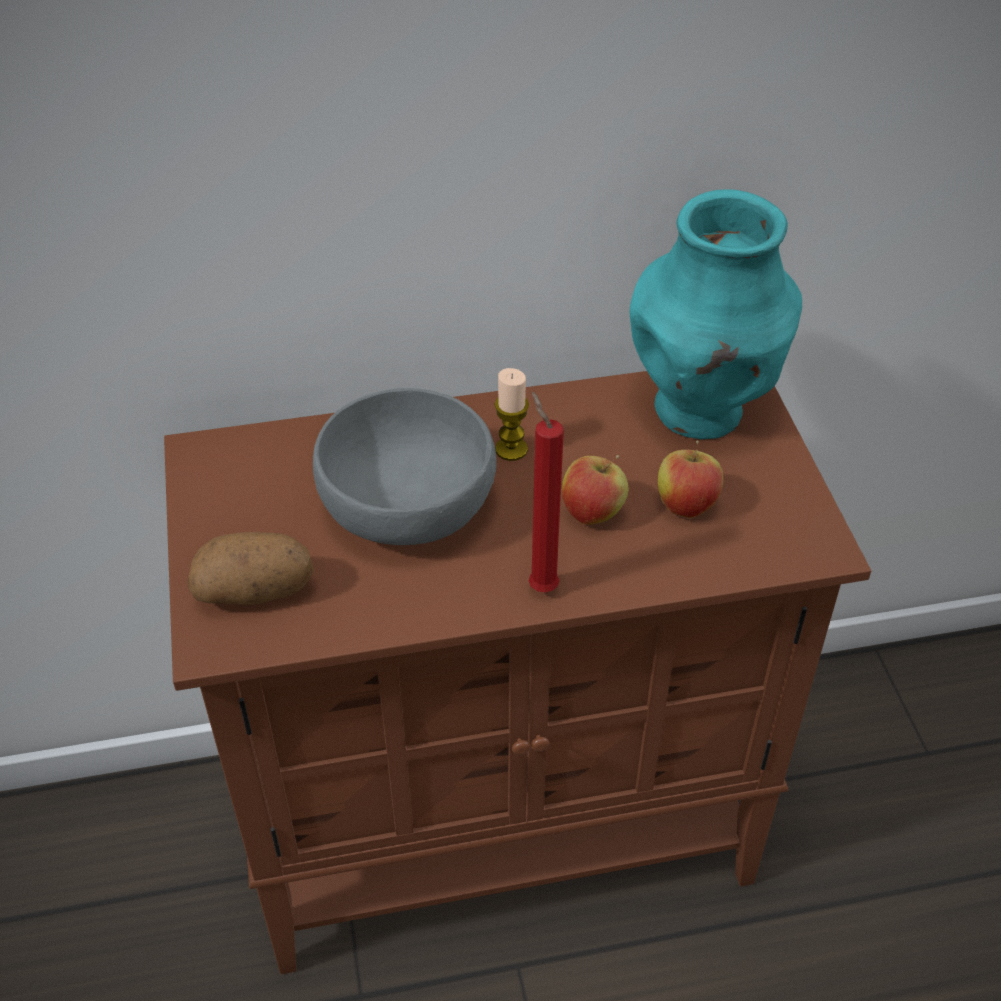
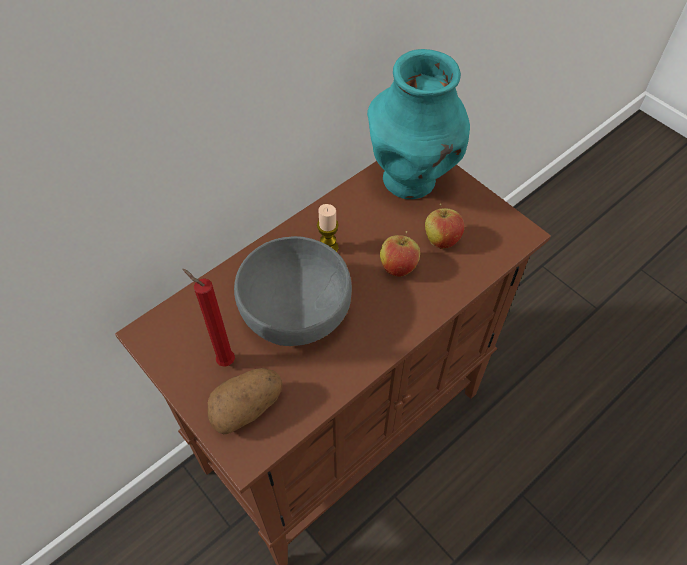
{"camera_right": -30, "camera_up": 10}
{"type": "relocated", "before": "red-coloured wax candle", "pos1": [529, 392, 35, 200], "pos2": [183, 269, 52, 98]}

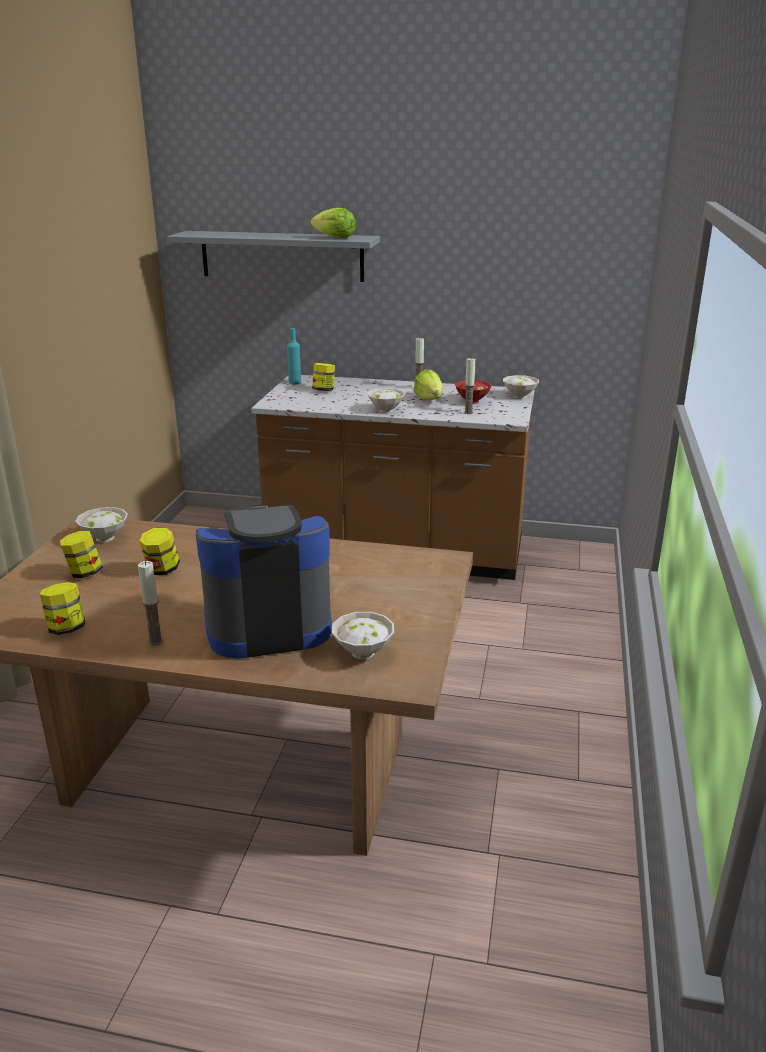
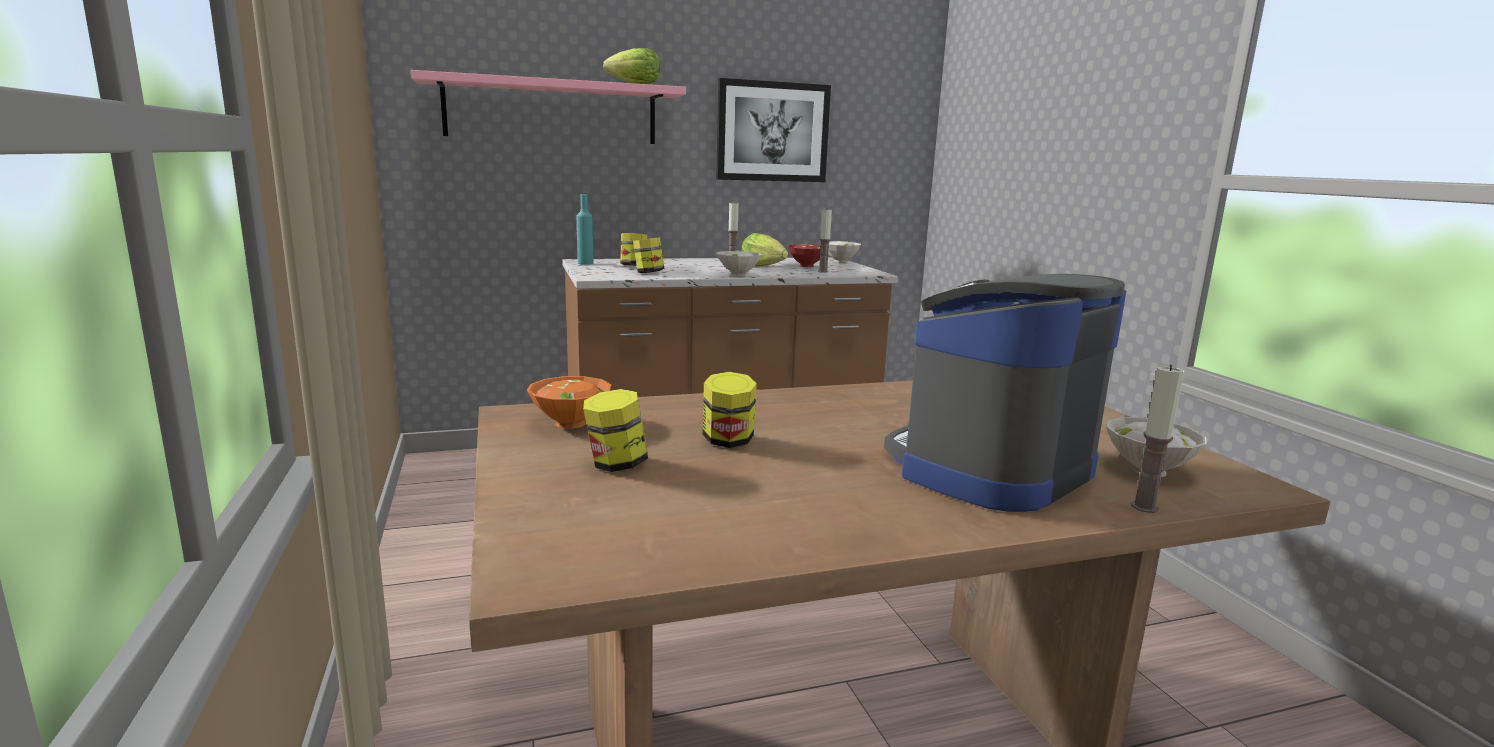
{"camera_right": -30, "camera_up": -10}
{"type": "appeared", "after": "picture", "pos2": [716, 78, 115, 104]}
{"type": "relocated", "before": "preserve jar", "pos1": [40, 582, 45, 53], "pos2": [633, 237, 32, 36]}
{"type": "relocated", "before": "wax candle", "pos1": [138, 561, 26, 85], "pos2": [1131, 364, 53, 149]}
{"type": "colour", "before": "white serving bowl", "after": "orange serving bowl", "pos1": [76, 507, 52, 35], "pos2": [527, 376, 84, 53]}
{"type": "colour", "before": "greyish bracket shelf", "after": "pink bracket shelf", "pos1": [167, 231, 213, 51], "pos2": [411, 70, 275, 74]}

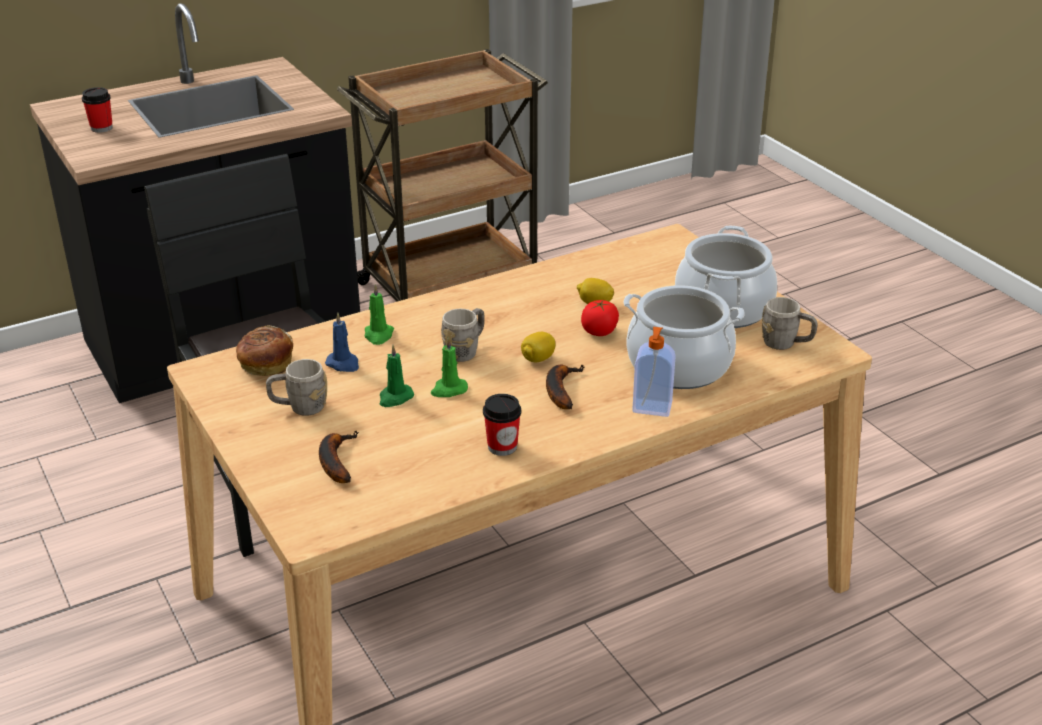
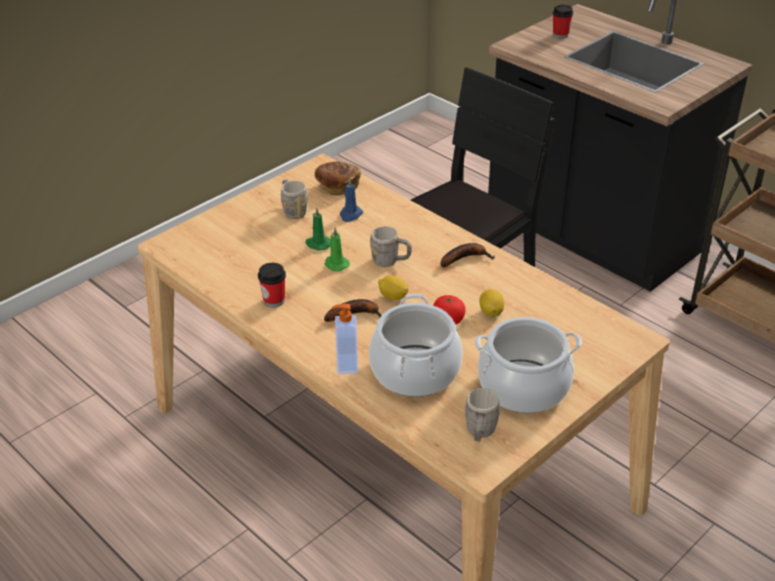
{"camera_right": 75, "camera_up": 5}
{"type": "missing", "before": "green wax candle", "pos1": [365, 284, 29, 61]}
{"type": "relocated", "before": "banana", "pos1": [319, 430, 40, 53], "pos2": [440, 243, 55, 24]}

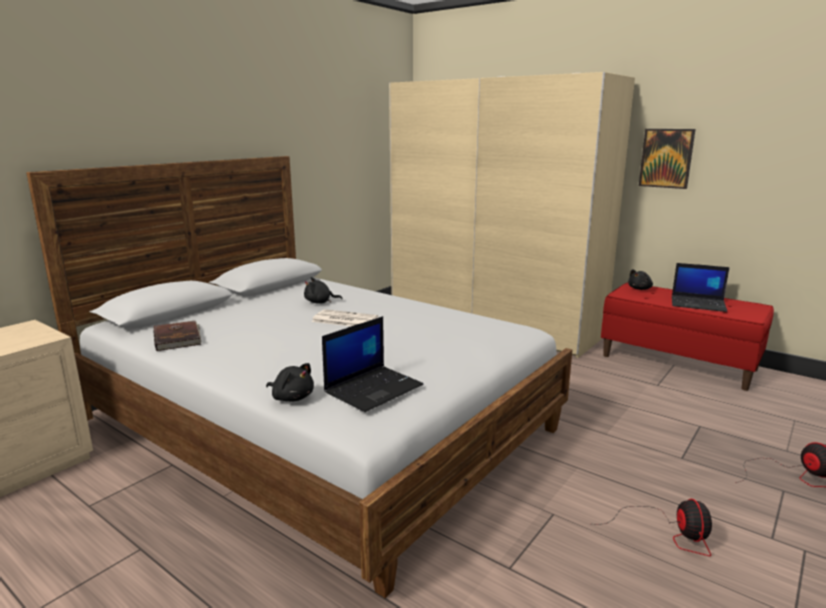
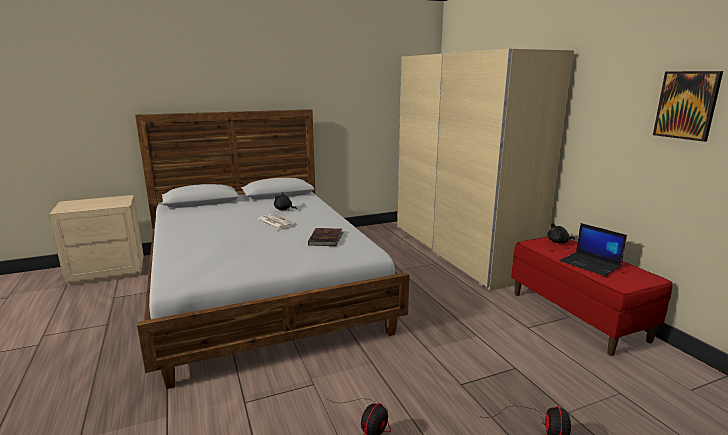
{"camera_right": 30, "camera_up": 0}
{"type": "missing", "before": "black-coloured soft toy", "pos1": [266, 363, 48, 39]}
{"type": "missing", "before": "notebook computer", "pos1": [322, 316, 101, 96]}
{"type": "relocated", "before": "brown-coloured book", "pos1": [153, 321, 48, 30], "pos2": [308, 228, 36, 18]}
{"type": "relocated", "before": "picture", "pos1": [639, 129, 57, 60], "pos2": [653, 71, 70, 71]}

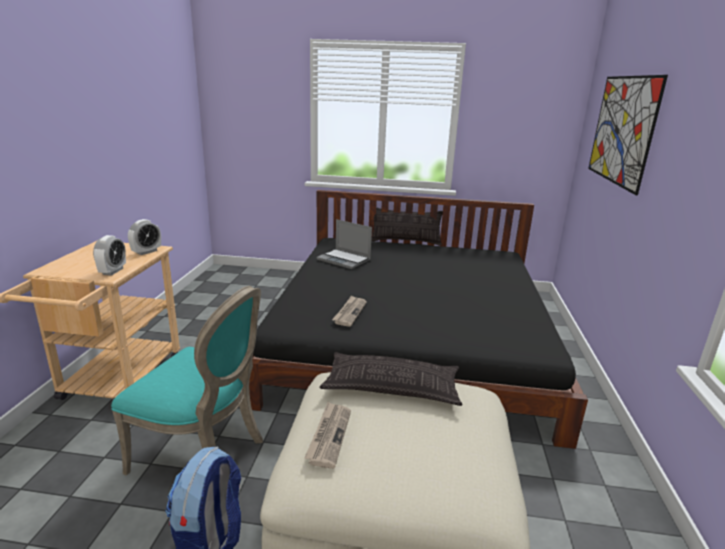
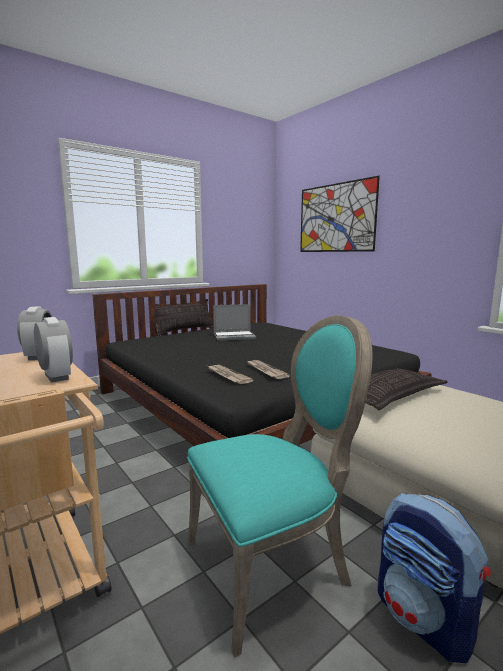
{"camera_right": -45, "camera_up": -10}
{"type": "relocated", "before": "daily paper", "pos1": [304, 402, 47, 67], "pos2": [208, 365, 46, 19]}
{"type": "relocated", "before": "notebook computer", "pos1": [317, 219, 55, 50], "pos2": [213, 304, 43, 37]}

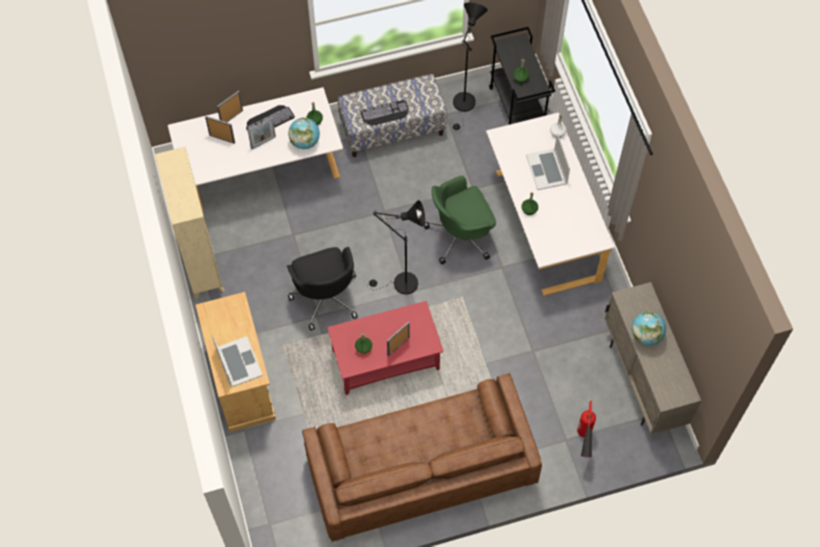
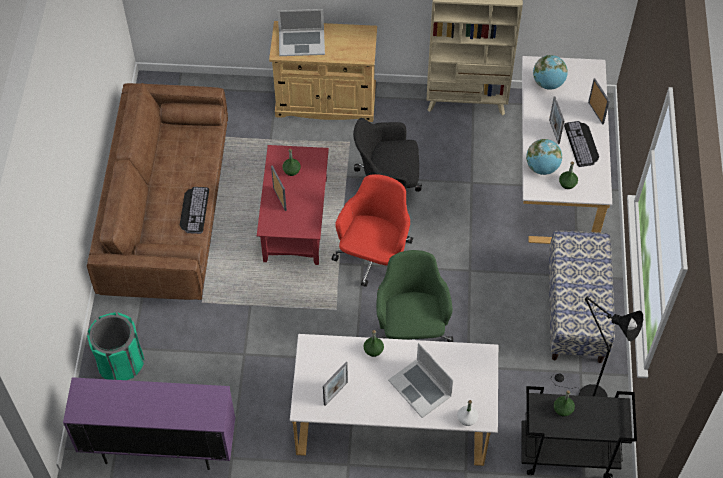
{"camera_right": 110, "camera_up": -5}
{"type": "relocated", "before": "picture frame", "pos1": [205, 116, 30, 28], "pos2": [323, 362, 25, 44]}
{"type": "relocated", "before": "keyboard", "pos1": [360, 100, 49, 26], "pos2": [180, 187, 29, 47]}
{"type": "relocated", "before": "globe", "pos1": [632, 311, 34, 34], "pos2": [533, 55, 35, 35]}
{"type": "exchanged", "before": "black-coloured standing lamp", "after": "red-coloured office chair", "pos1": [367, 200, 58, 95], "pos2": [332, 174, 81, 113]}
{"type": "exchanged", "before": "fire extinguisher", "after": "green waste bin", "pos1": [577, 400, 19, 57], "pos2": [87, 312, 57, 68]}
{"type": "colour", "before": "beige-coloured storage cabinet", "after": "purple-coloured storage cabinet", "pos1": [604, 282, 97, 153], "pos2": [63, 377, 172, 93]}
{"type": "spun", "before": "notebook computer", "pos1": [526, 133, 44, 57], "pos2": [388, 343, 65, 75], "turn": -135}

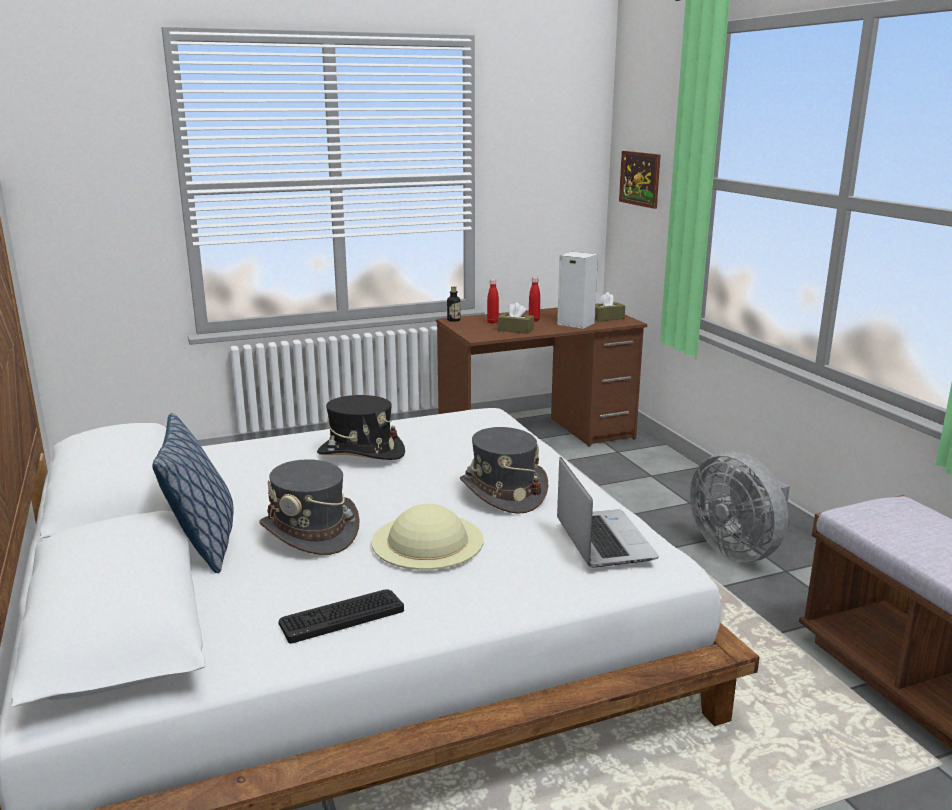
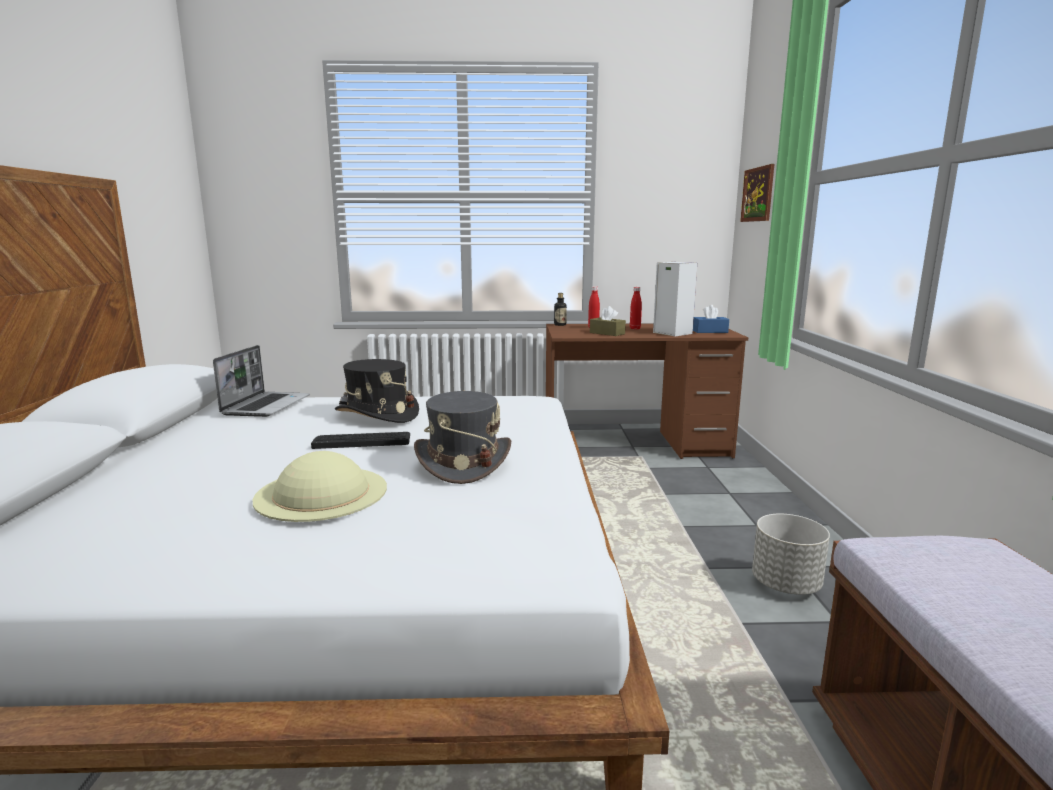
{"camera_right": 20, "camera_up": -5}
{"type": "missing", "before": "cushion", "pos1": [152, 413, 81, 160]}
{"type": "missing", "before": "greyish clothing hat", "pos1": [259, 459, 101, 96]}
{"type": "relocated", "before": "keyboard", "pos1": [278, 589, 126, 55], "pos2": [311, 432, 99, 17]}
{"type": "relocated", "before": "notebook computer", "pos1": [557, 457, 102, 111], "pos2": [213, 345, 97, 72]}
{"type": "exchanged", "before": "greyish cooling fan", "after": "greyish flower pot", "pos1": [690, 451, 100, 111], "pos2": [752, 514, 78, 81]}
{"type": "colour", "before": "brown-coloured tissue box", "after": "blue-coloured tissue box", "pos1": [595, 292, 30, 30], "pos2": [693, 305, 36, 28]}

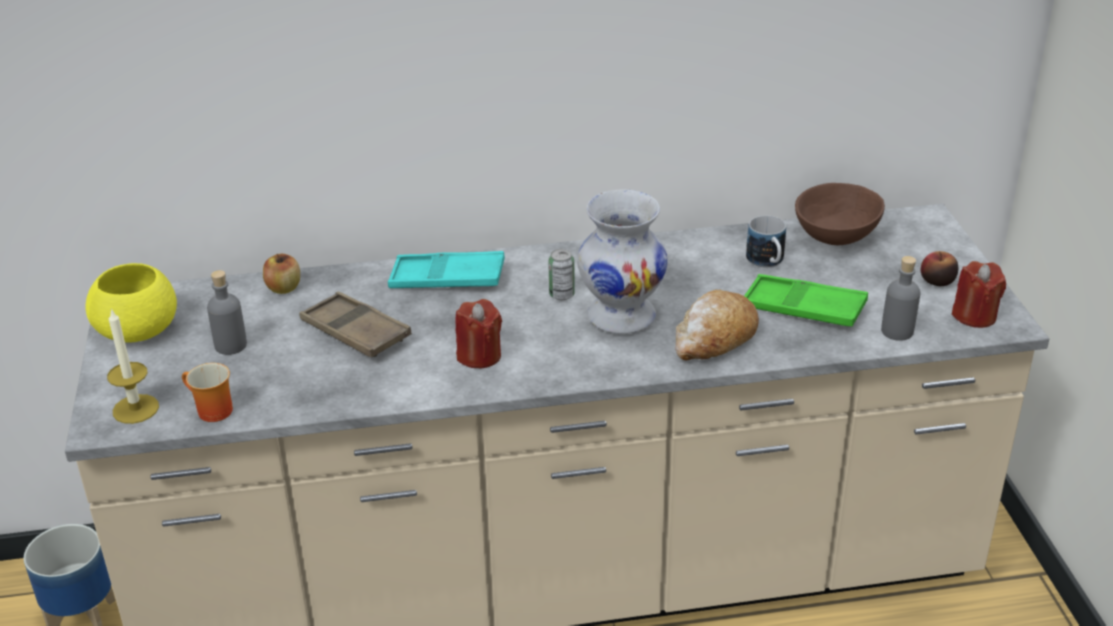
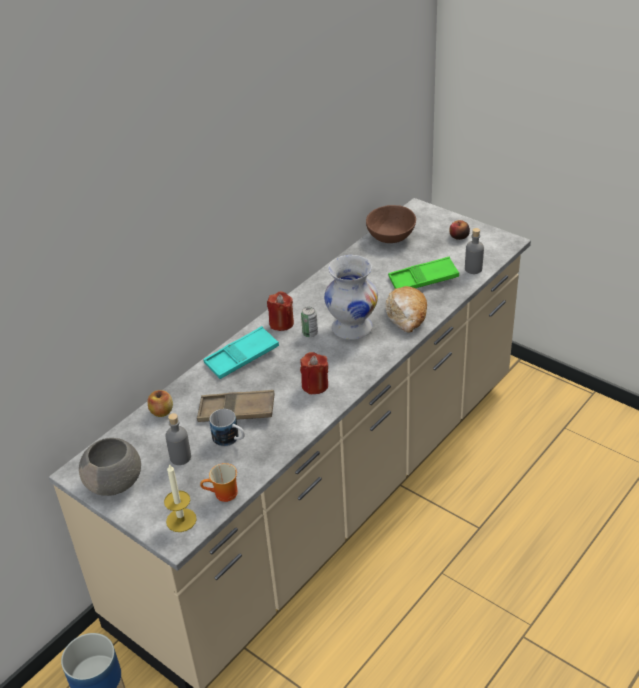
{"camera_right": -40, "camera_up": 5}
{"type": "relocated", "before": "mug", "pos1": [746, 215, 40, 52], "pos2": [210, 409, 35, 37]}
{"type": "relocated", "before": "red-coloured wax candle", "pos1": [952, 261, 54, 67], "pos2": [267, 291, 27, 40]}
{"type": "colour", "before": "yellow serving bowl", "after": "greyish serving bowl", "pos1": [86, 263, 91, 80], "pos2": [79, 438, 62, 58]}

